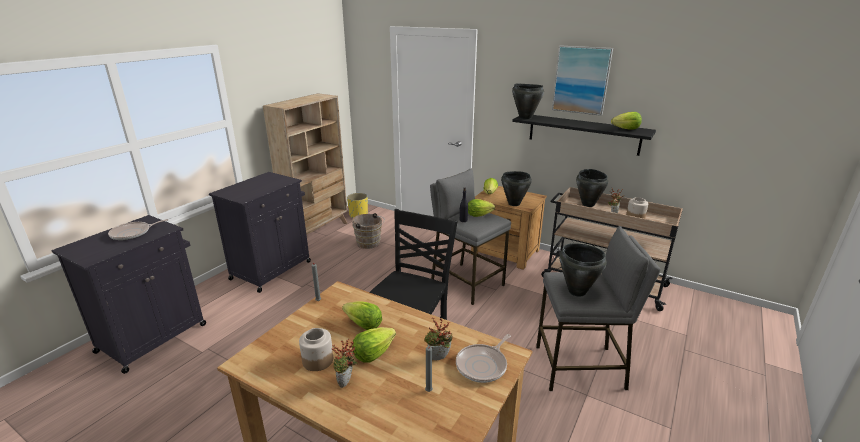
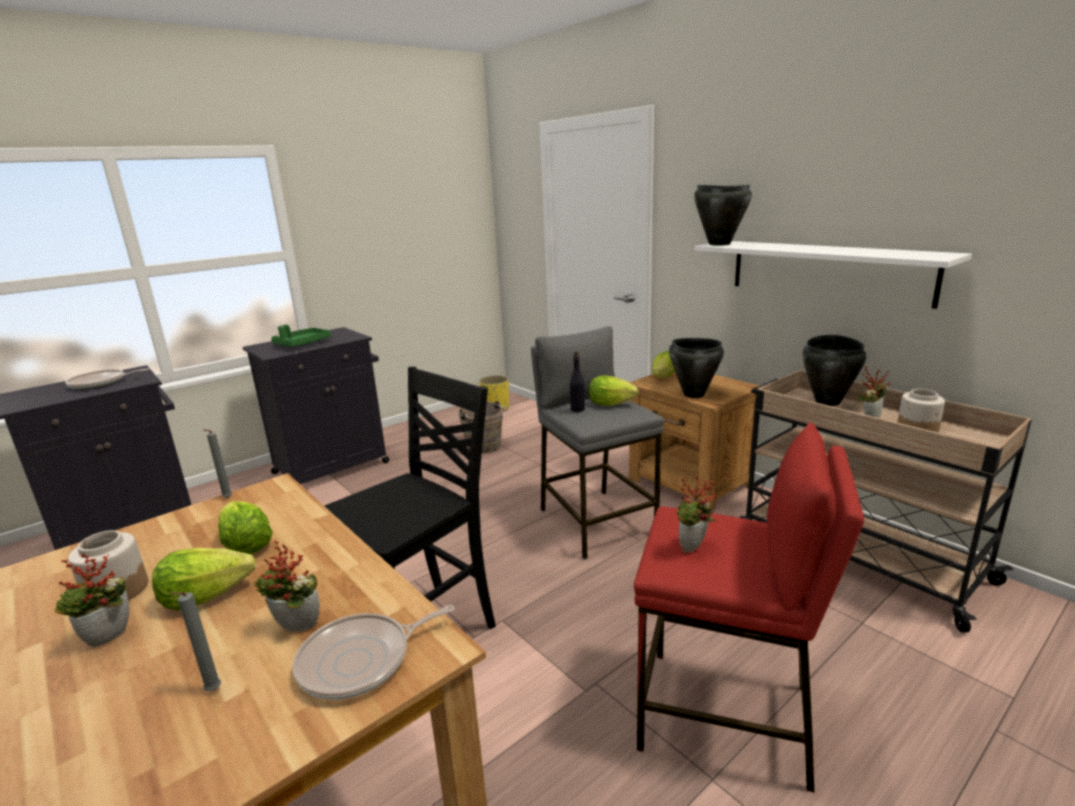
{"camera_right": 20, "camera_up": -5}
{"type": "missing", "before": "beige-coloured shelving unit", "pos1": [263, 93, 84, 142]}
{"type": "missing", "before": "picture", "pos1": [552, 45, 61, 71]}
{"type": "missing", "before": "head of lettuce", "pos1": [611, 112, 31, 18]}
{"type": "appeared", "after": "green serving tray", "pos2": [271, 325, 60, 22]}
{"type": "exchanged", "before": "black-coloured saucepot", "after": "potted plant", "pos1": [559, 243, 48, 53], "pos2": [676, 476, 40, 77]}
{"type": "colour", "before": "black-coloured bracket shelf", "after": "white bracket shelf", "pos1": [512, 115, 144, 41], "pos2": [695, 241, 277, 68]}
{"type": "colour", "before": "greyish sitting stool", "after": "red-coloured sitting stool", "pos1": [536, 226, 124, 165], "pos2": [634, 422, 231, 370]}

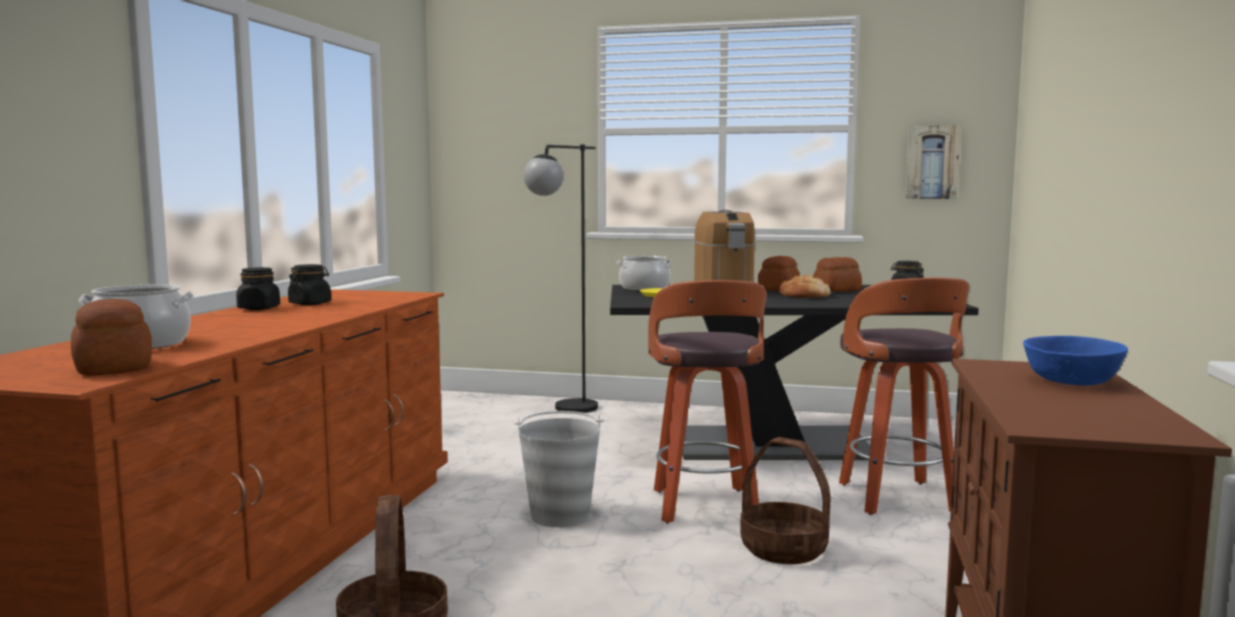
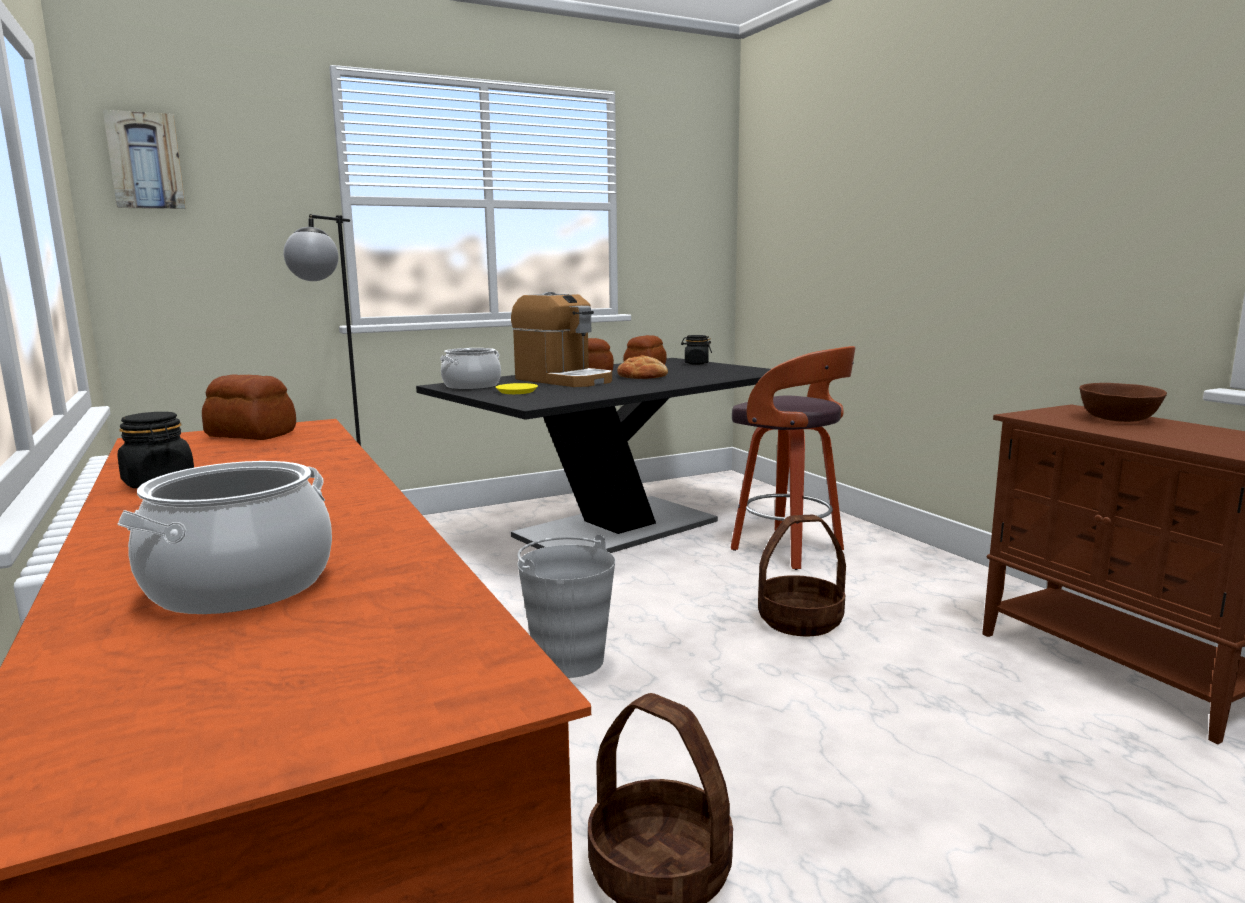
{"camera_right": -40, "camera_up": 5}
{"type": "missing", "before": "black-coloured preserve jar", "pos1": [288, 264, 43, 41]}
{"type": "missing", "before": "sitting stool", "pos1": [648, 280, 119, 244]}
{"type": "relocated", "before": "baked bread", "pos1": [71, 299, 81, 77], "pos2": [202, 375, 94, 65]}
{"type": "relocated", "before": "picture", "pos1": [905, 125, 55, 74], "pos2": [103, 110, 83, 99]}
{"type": "colour", "before": "blue-coloured serving bowl", "after": "brown-coloured serving bowl", "pos1": [1023, 336, 105, 50], "pos2": [1079, 383, 88, 39]}

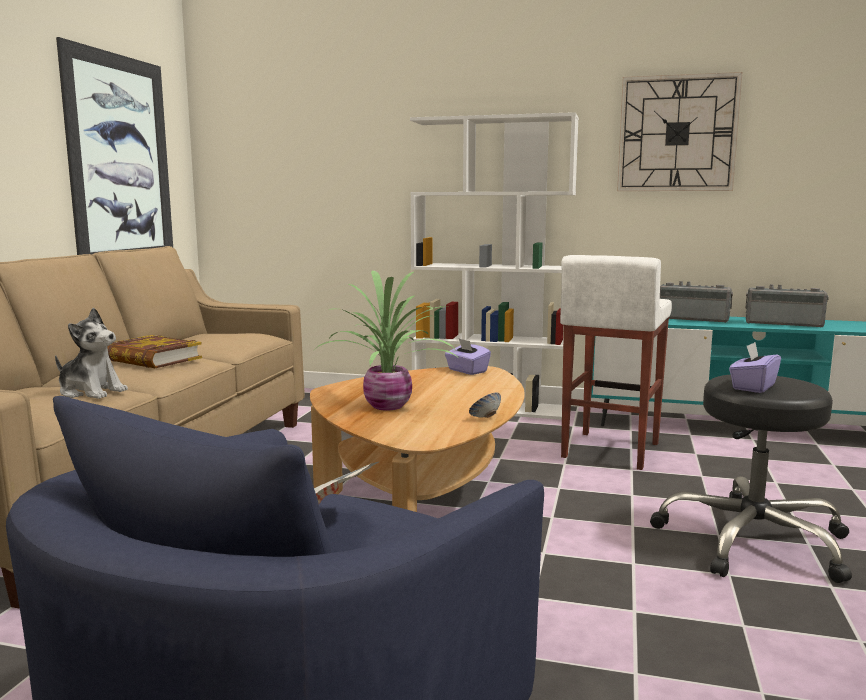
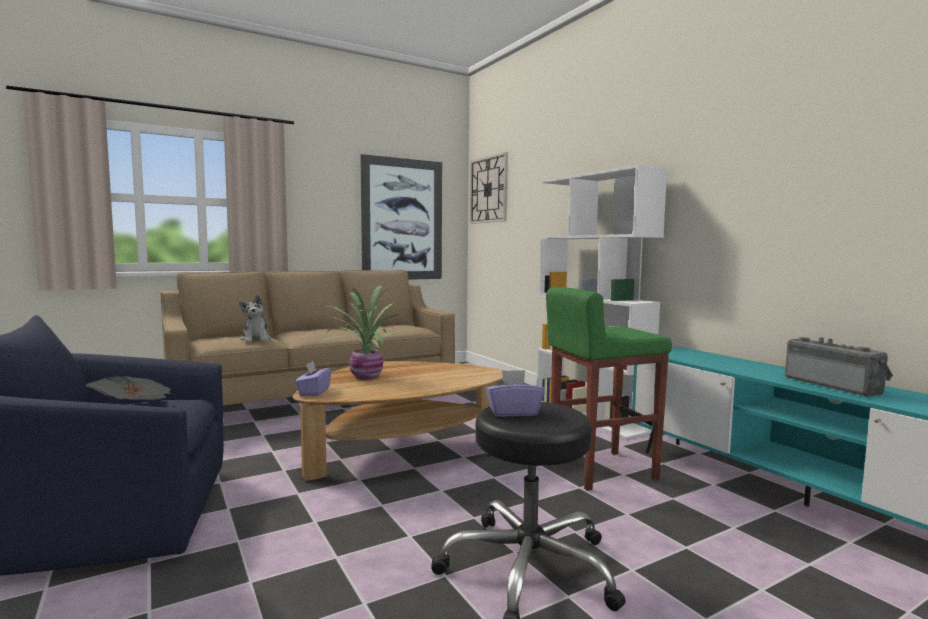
{"camera_right": 45, "camera_up": -5}
{"type": "missing", "before": "book", "pos1": [107, 335, 95, 33]}
{"type": "missing", "before": "serving bowl", "pos1": [469, 392, 32, 26]}
{"type": "missing", "before": "radio", "pos1": [660, 281, 73, 42]}
{"type": "relocated", "before": "purple-coloured tissue box", "pos1": [445, 339, 46, 36], "pos2": [295, 361, 36, 35]}
{"type": "relocated", "before": "hanging clock", "pos1": [617, 72, 125, 119], "pos2": [470, 152, 38, 72]}
{"type": "colour", "before": "white sitting stool", "after": "green sitting stool", "pos1": [560, 255, 112, 215], "pos2": [546, 287, 126, 204]}

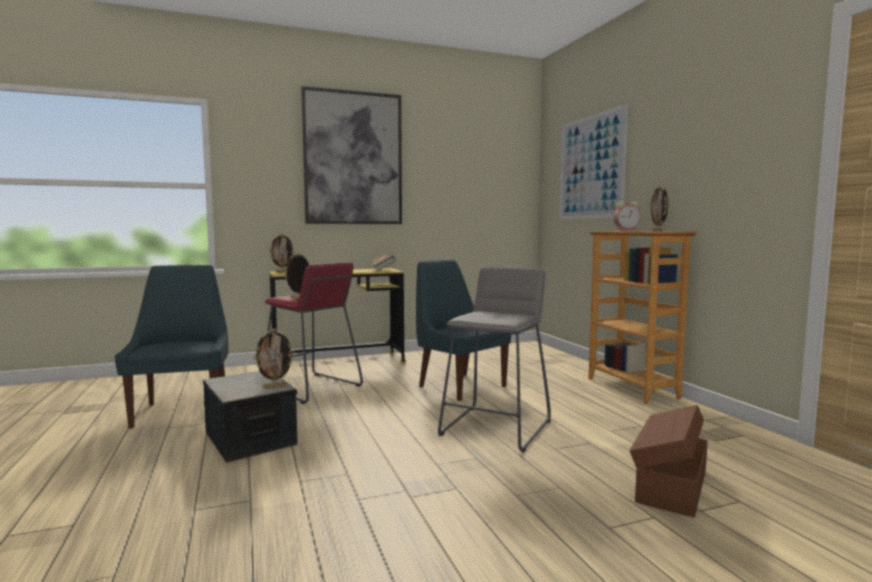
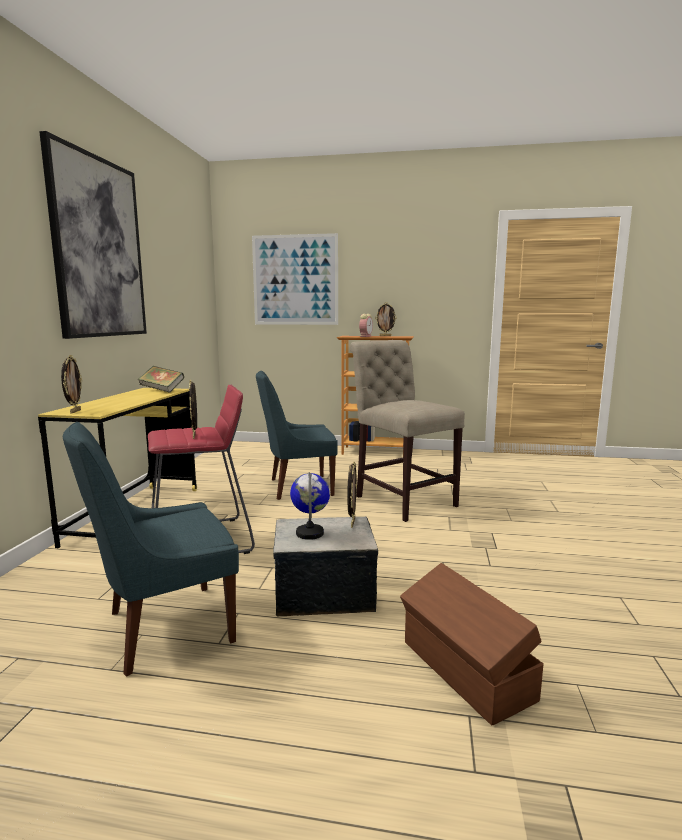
{"camera_right": -60, "camera_up": 5}
{"type": "appeared", "after": "globe", "pos2": [290, 472, 40, 68]}
{"type": "relocated", "before": "brown-coloured storage container", "pos1": [630, 405, 78, 112], "pos2": [400, 563, 144, 163]}
{"type": "exchanged", "before": "greyish sitting stool", "after": "beige-coloured chair", "pos1": [438, 267, 113, 185], "pos2": [350, 340, 115, 182]}
{"type": "spun", "before": "blue-coloured chair", "pos1": [115, 265, 113, 164], "pos2": [63, 422, 176, 255], "turn": -45}

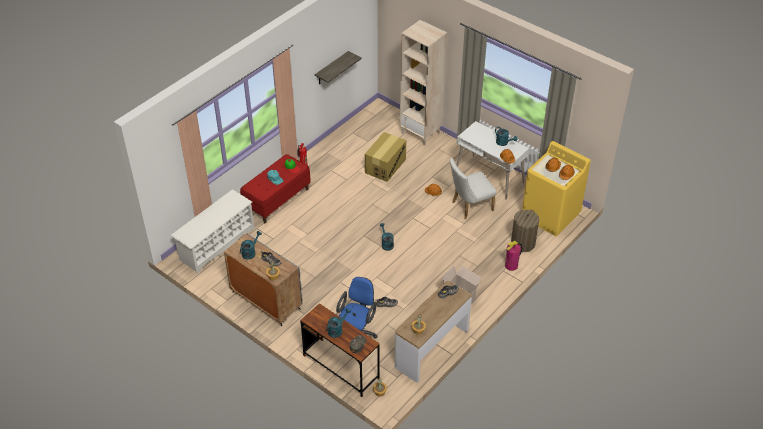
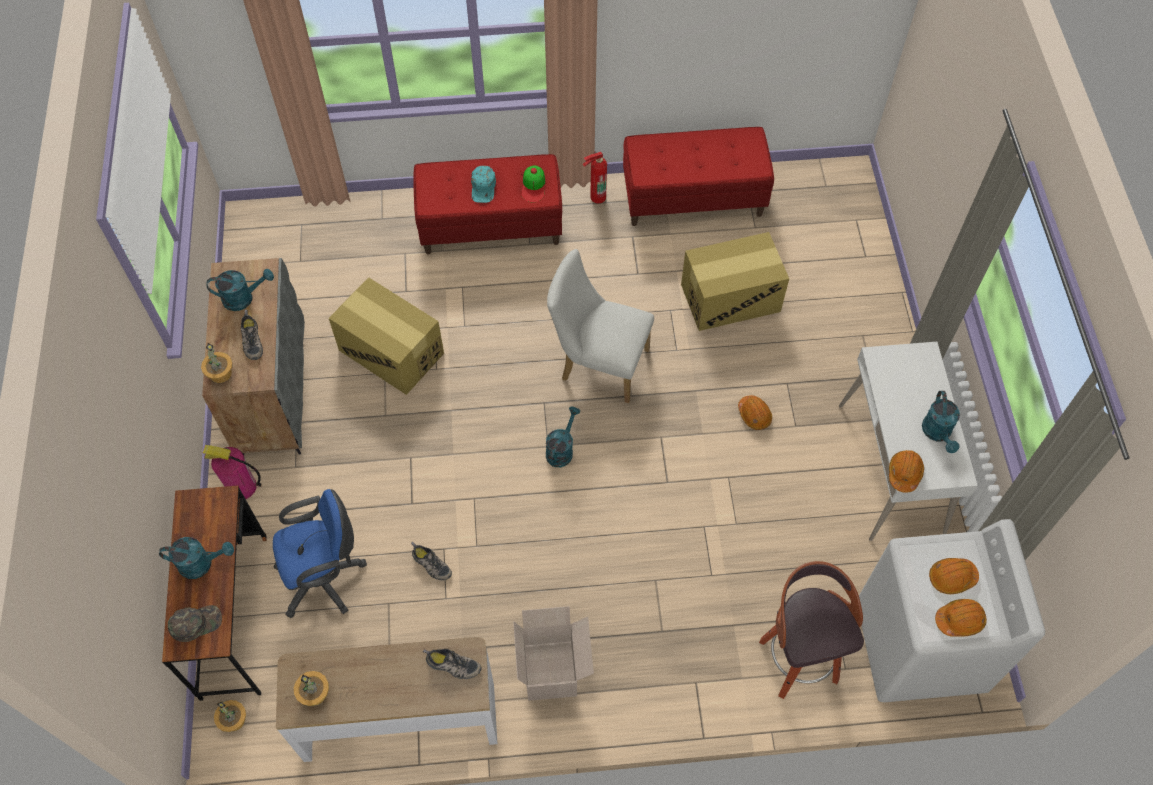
{"camera_right": 45, "camera_up": 15}
{"type": "missing", "before": "white shoe stand", "pos1": [171, 189, 83, 85]}
{"type": "missing", "before": "bracket shelf", "pos1": [315, 51, 47, 33]}
{"type": "missing", "before": "beige-coloured shelving unit", "pos1": [400, 20, 47, 126]}
{"type": "appeared", "after": "carton", "pos2": [329, 277, 115, 118]}
{"type": "appeared", "after": "red-coloured bench", "pos2": [623, 127, 151, 99]}
{"type": "relocated", "before": "white chair", "pos1": [450, 158, 47, 61], "pos2": [547, 249, 107, 154]}
{"type": "relocated", "before": "fire extinguisher", "pos1": [505, 241, 17, 30], "pos2": [203, 445, 59, 54]}
{"type": "exchanged", "before": "hamper", "after": "sitting stool", "pos1": [511, 210, 28, 42], "pos2": [759, 561, 105, 138]}
{"type": "colour", "before": "yellow laundry appliance", "after": "white laundry appliance", "pos1": [522, 141, 69, 95], "pos2": [859, 519, 186, 183]}

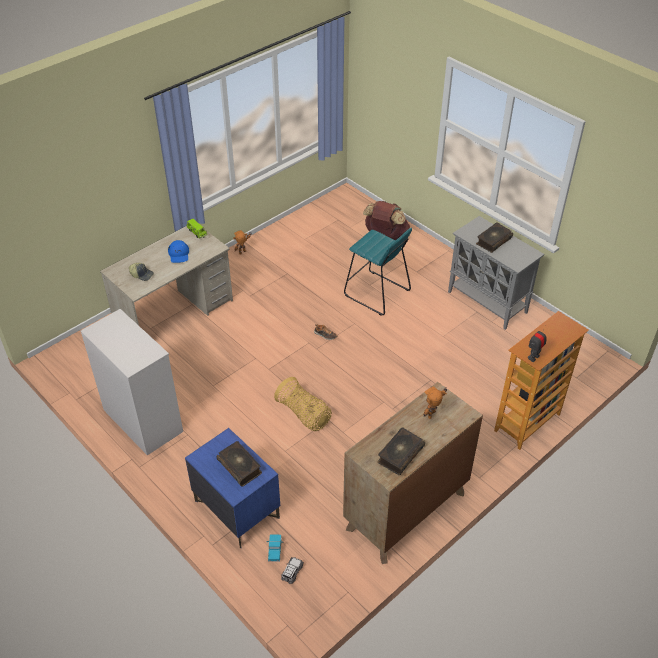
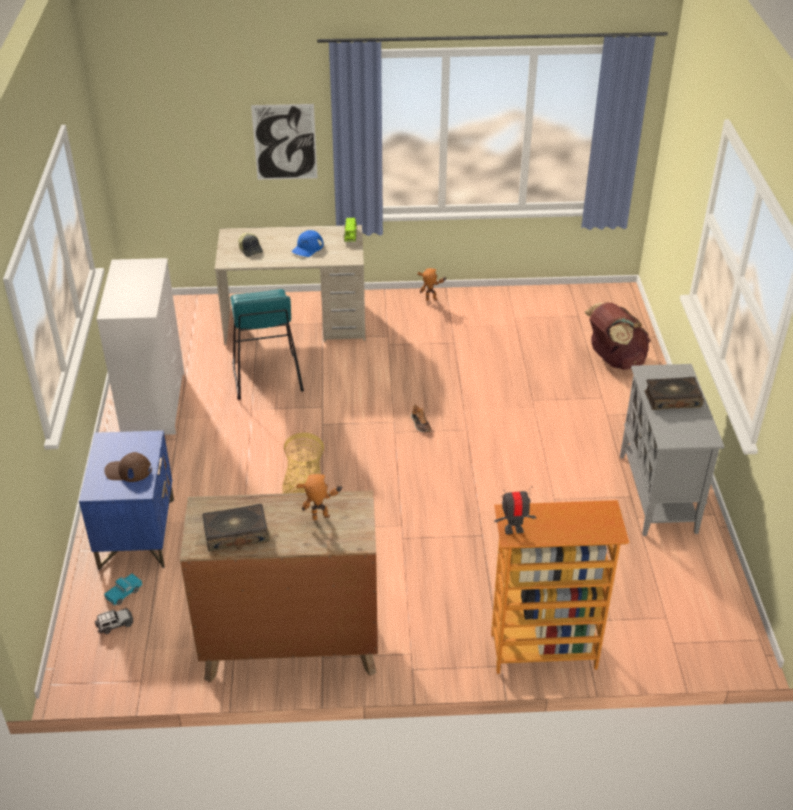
{"camera_right": 40, "camera_up": -5}
{"type": "appeared", "after": "picture", "pos2": [251, 104, 67, 76]}
{"type": "relocated", "before": "turquoise-coloured sitting stool", "pos1": [344, 228, 68, 88], "pos2": [230, 289, 74, 111]}
{"type": "exchanged", "before": "book", "after": "brown-coloured cap", "pos1": [216, 441, 46, 46], "pos2": [104, 452, 48, 30]}

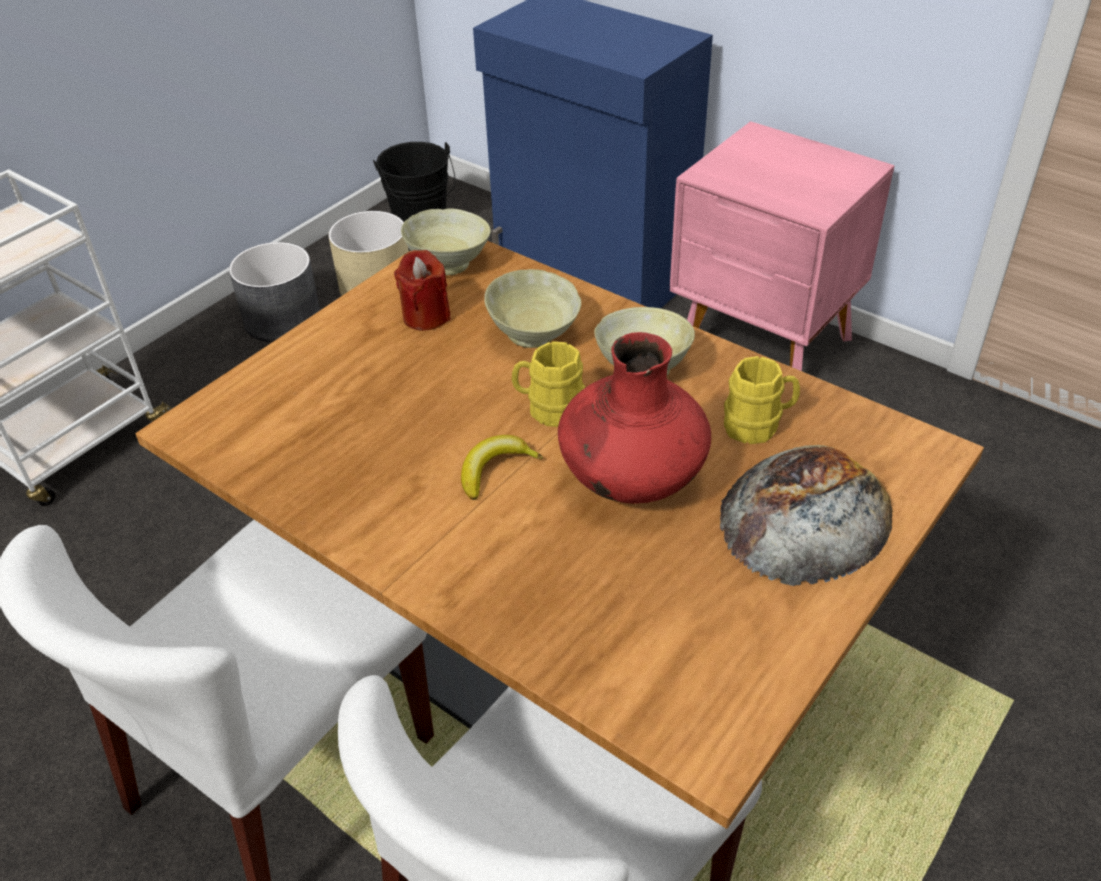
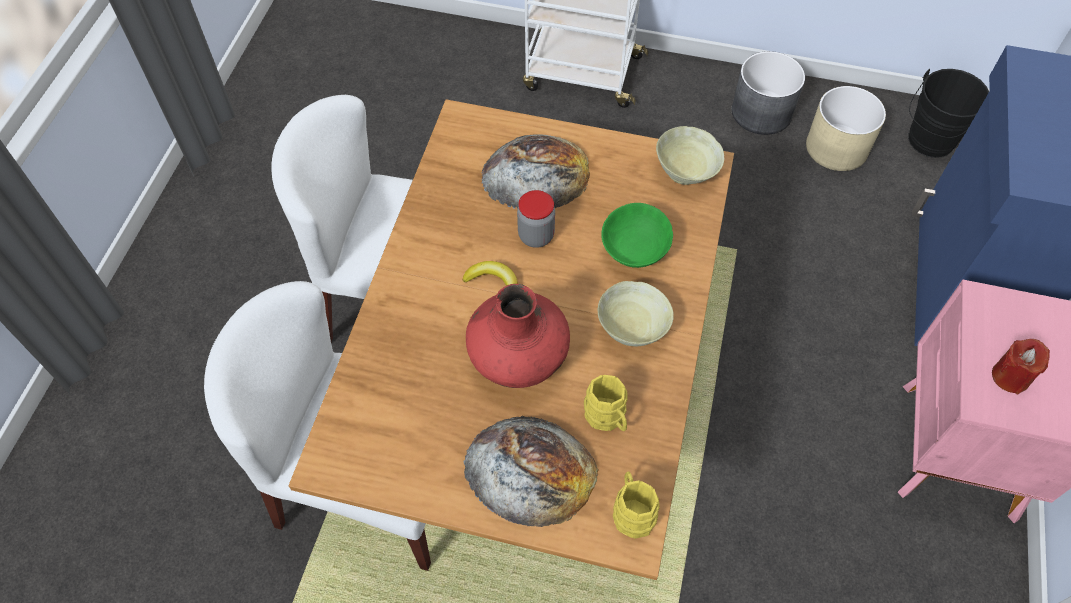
{"camera_right": 65, "camera_up": 15}
{"type": "appeared", "after": "baked bread", "pos2": [481, 134, 109, 75]}
{"type": "appeared", "after": "preserve jar", "pos2": [517, 190, 38, 58]}
{"type": "relocated", "before": "red-coloured wax candle", "pos1": [394, 250, 57, 81], "pos2": [992, 339, 58, 56]}
{"type": "relocated", "before": "yellow mug", "pos1": [512, 341, 73, 86], "pos2": [613, 472, 47, 67]}
{"type": "colour", "before": "beige-coloured serving bowl", "after": "green serving bowl", "pos1": [484, 269, 97, 79], "pos2": [601, 203, 72, 65]}

